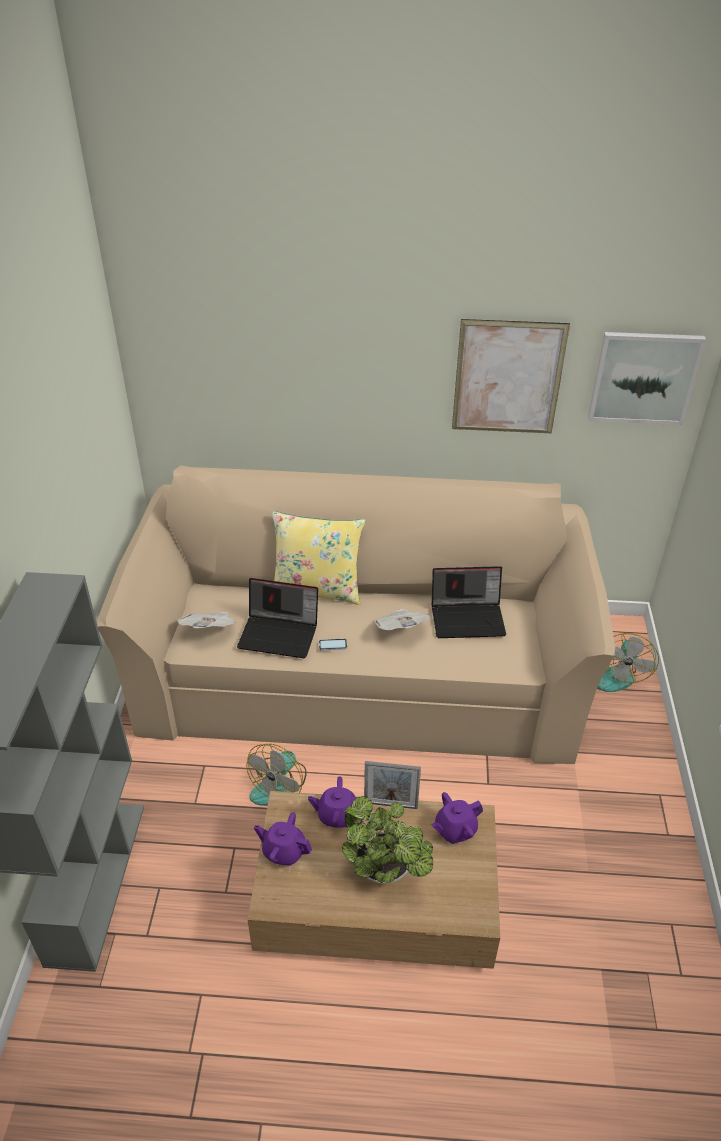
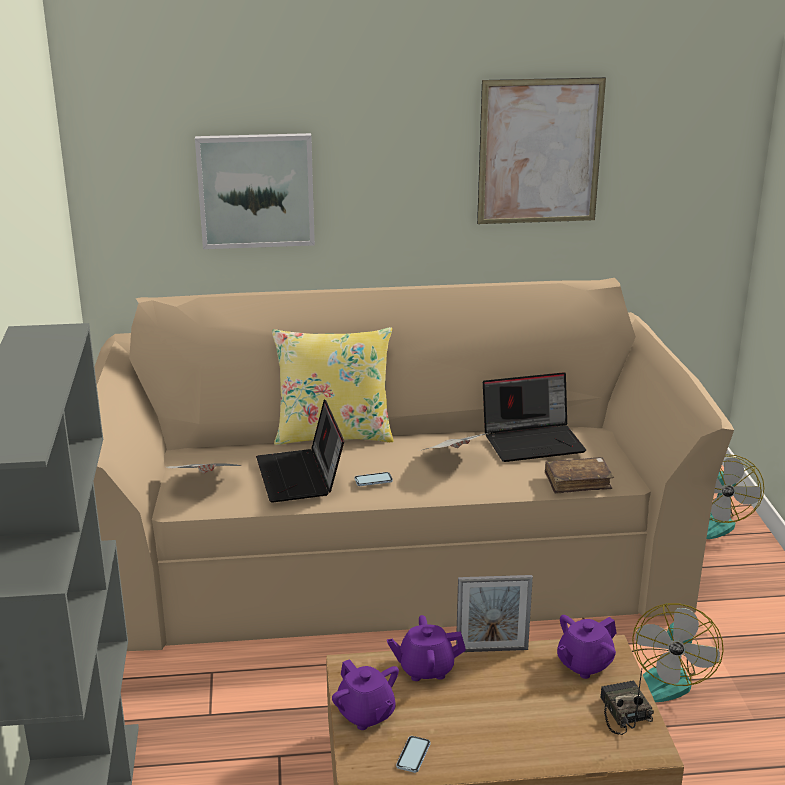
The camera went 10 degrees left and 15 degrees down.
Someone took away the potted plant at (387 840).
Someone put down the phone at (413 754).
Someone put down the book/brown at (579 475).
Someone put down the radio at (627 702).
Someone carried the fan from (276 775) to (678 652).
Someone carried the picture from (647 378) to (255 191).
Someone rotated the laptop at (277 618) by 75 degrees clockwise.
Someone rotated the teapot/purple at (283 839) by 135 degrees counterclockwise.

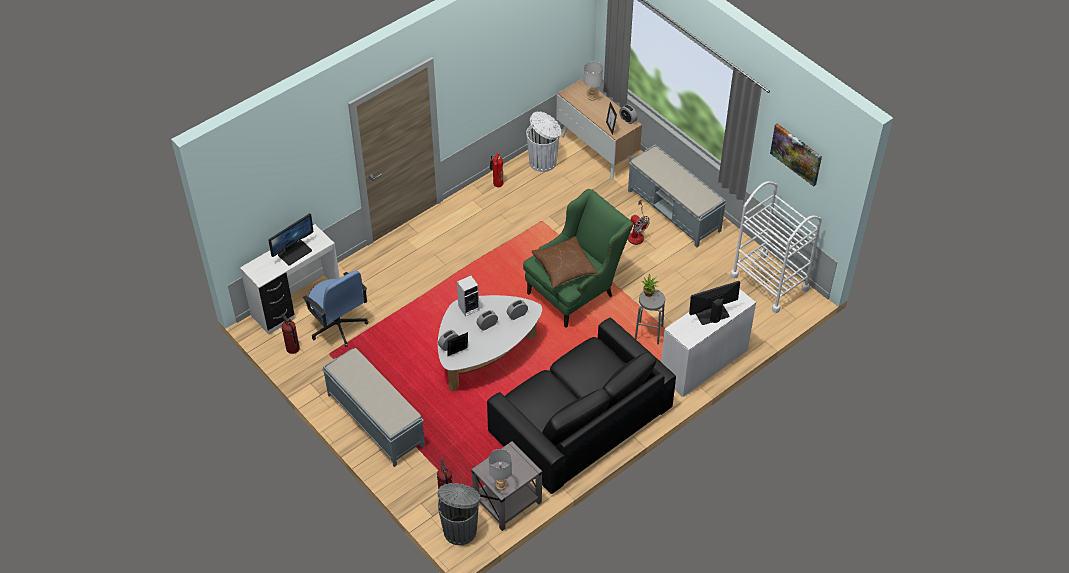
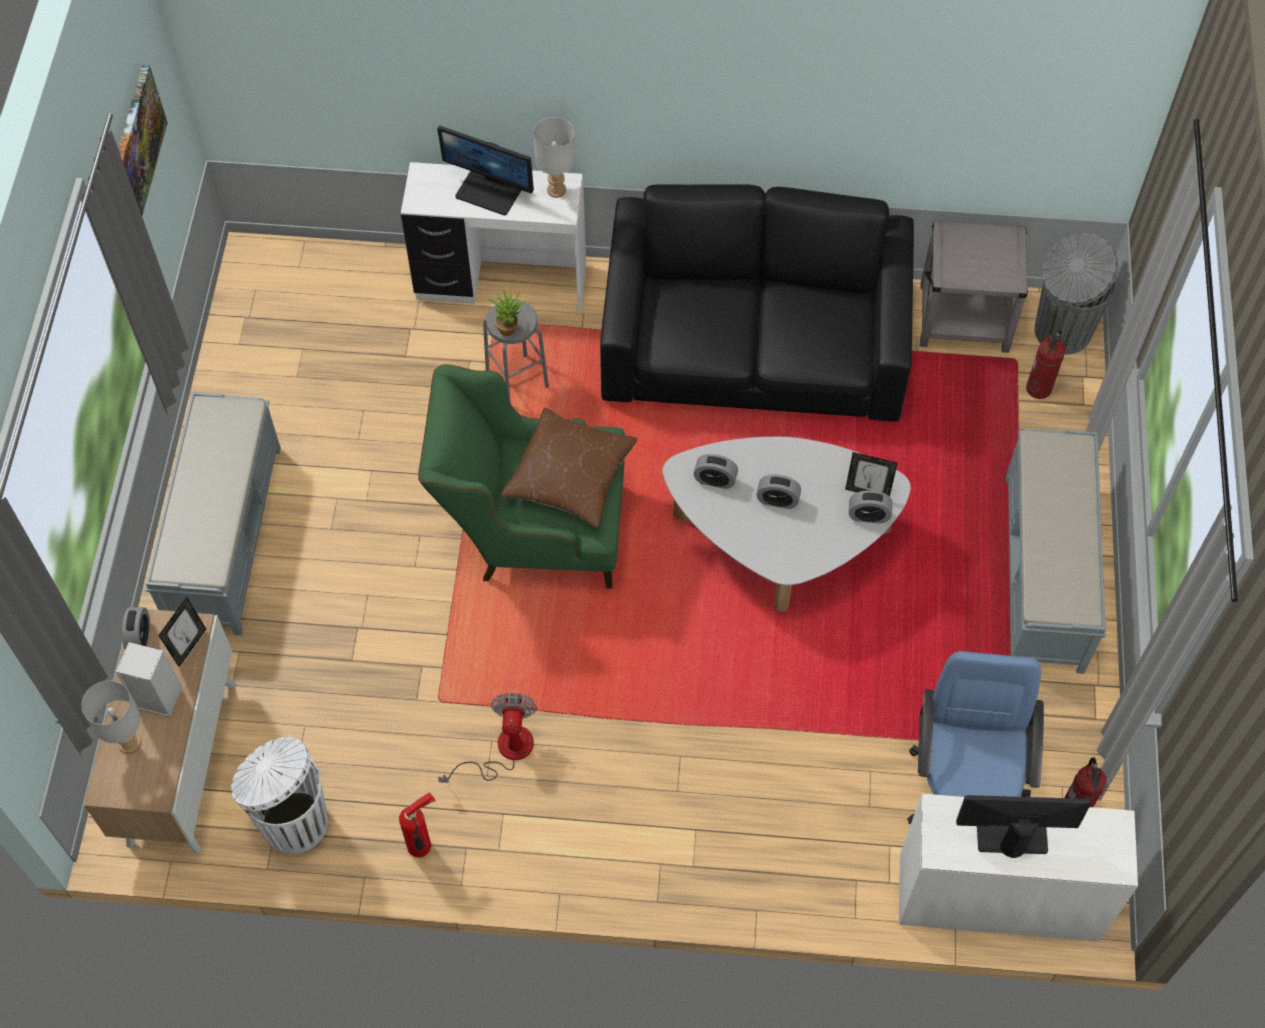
The camera went 135 degrees left and 10 degrees up.
Someone took away the cart/white at (776 247).
Someone carried the speaker from (468 296) to (149 679).
Someone carried the table lamp/grey from (500 469) to (554 157).
Someone carried the fan from (639 222) to (487 738).

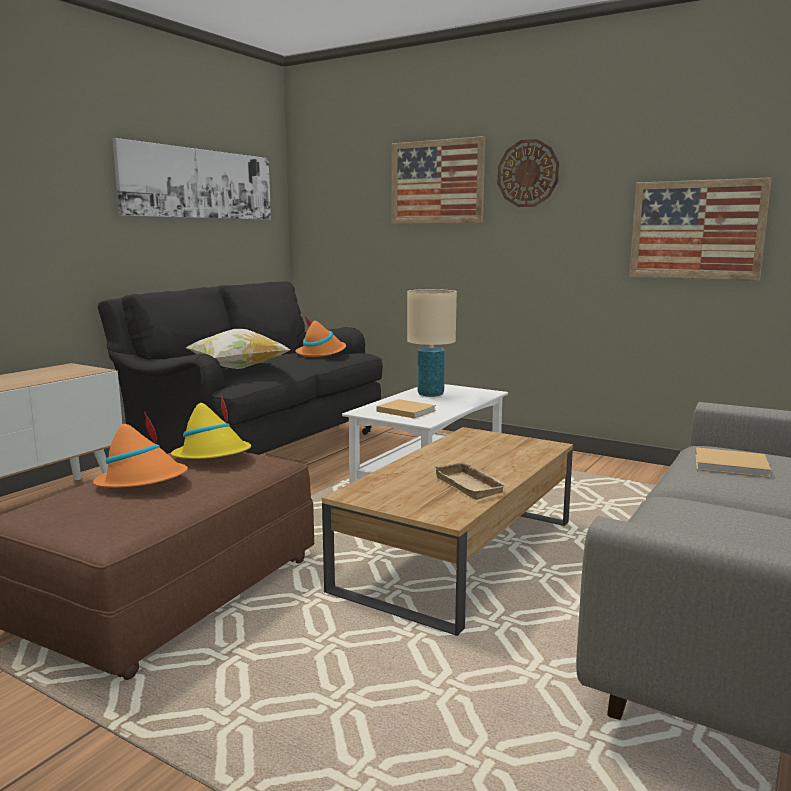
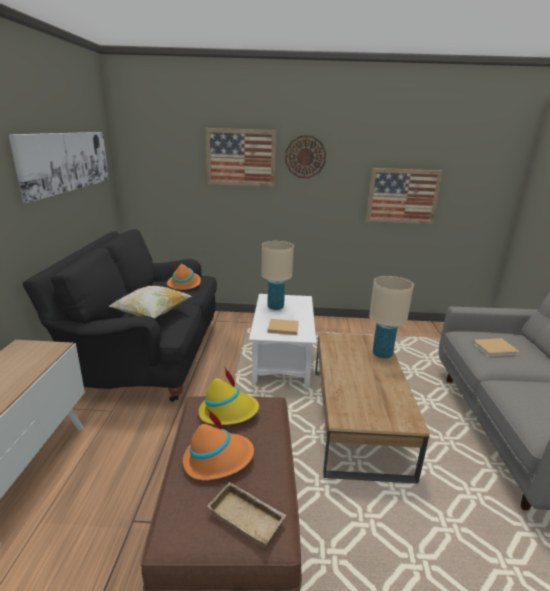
The camera went 30 degrees left and 10 degrees up.
Someone put down the table lamp/beige at (391 317).
Someone carried the tray/beige from (470 481) to (246 514).

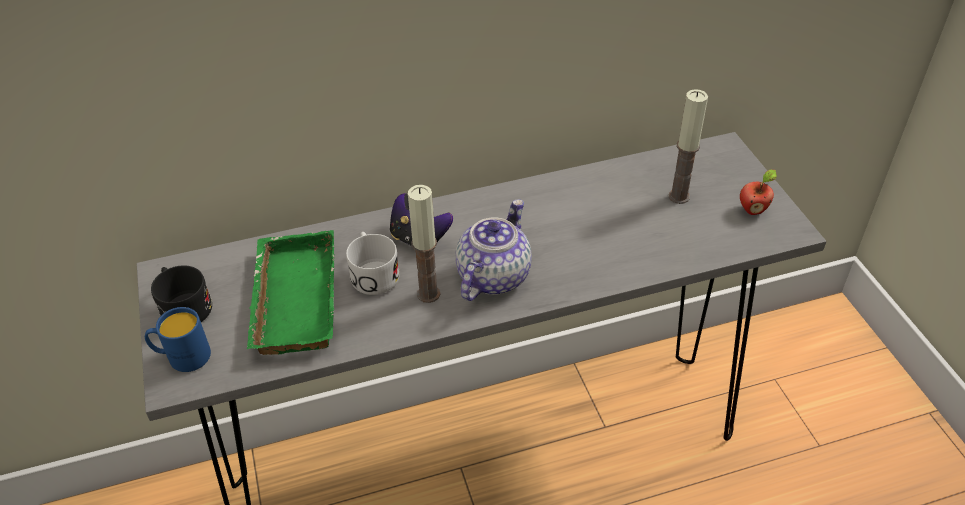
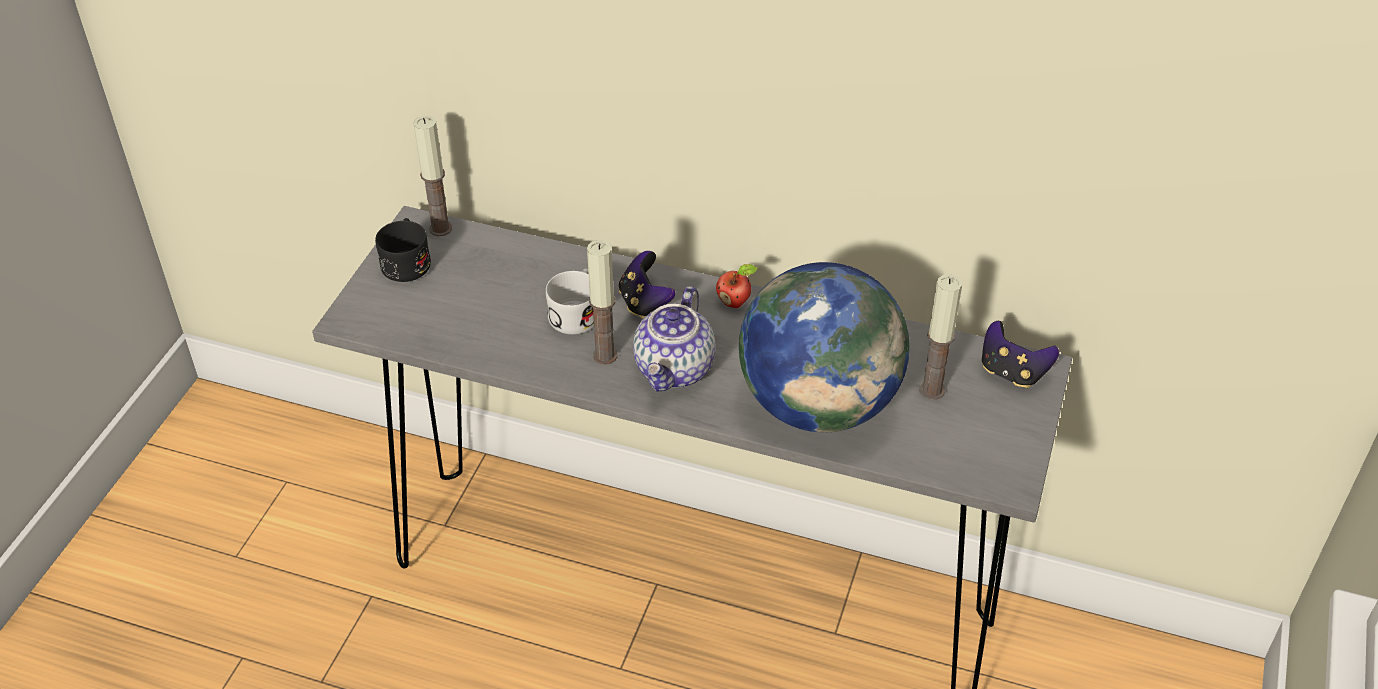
The camera went 35 degrees right and 0 degrees up.
Someone took away the mug/blue at (178 339).
Someone took away the tray/green at (290 292).
Someone put down the candle at (432 176).
Someone put down the globe at (824 347).
Someone put down the game controller at (1020 354).
Someone carried the apple from (758 192) to (737 286).
Someone rotated the teapot at (493 250) by 135 degrees clockwise.

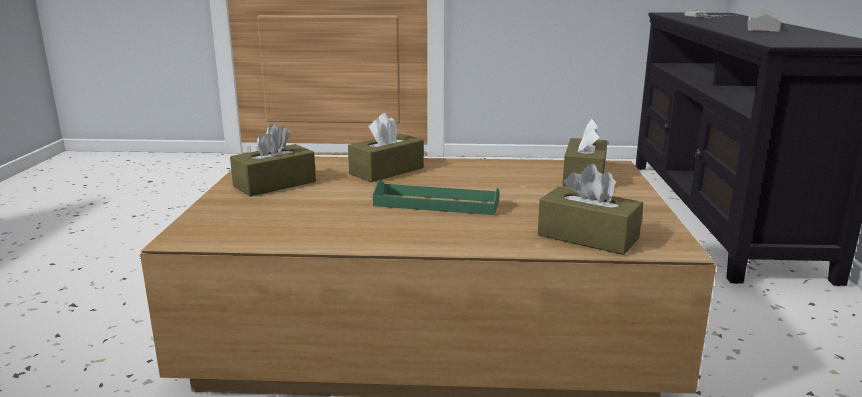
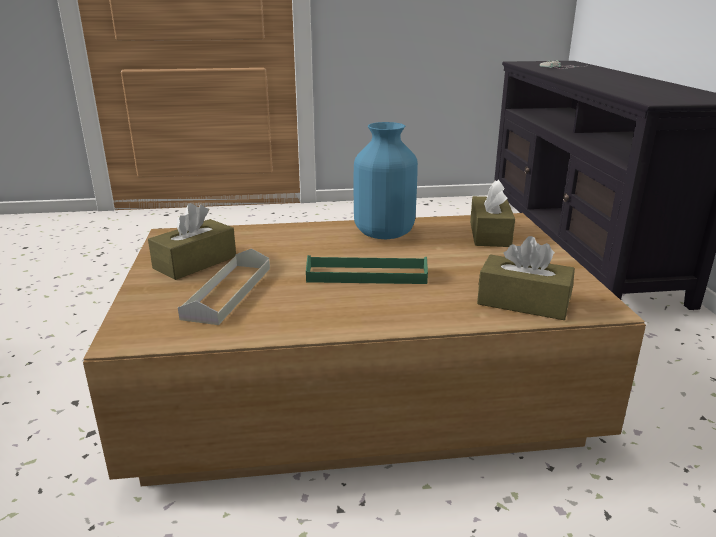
The camera went 10 degrees left and 5 degrees up.
Someone took away the tissue box/brown at (386 147).
Someone put down the vase/blue at (386 180).
Someone carried the tray/grey from (764 20) to (224 286).

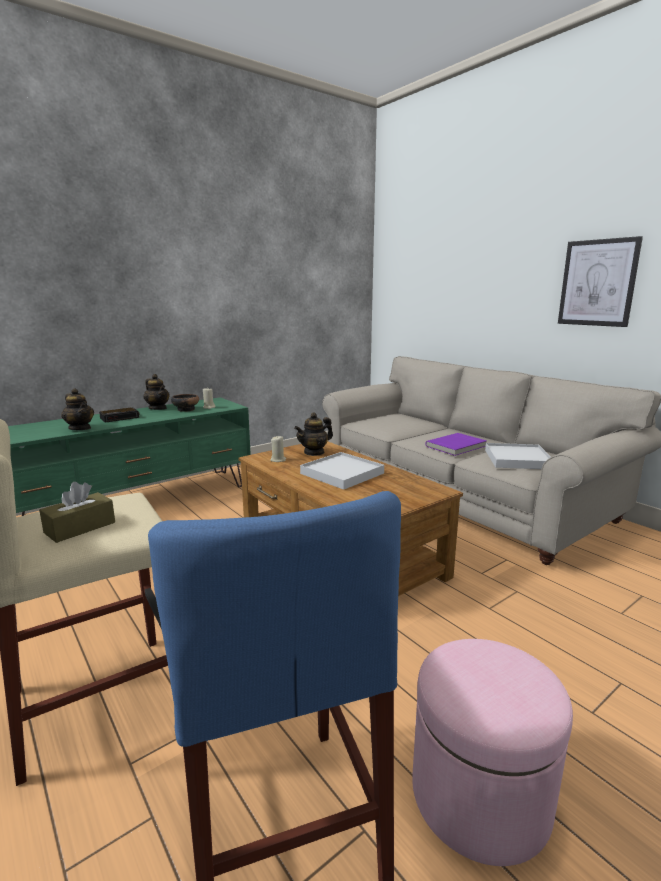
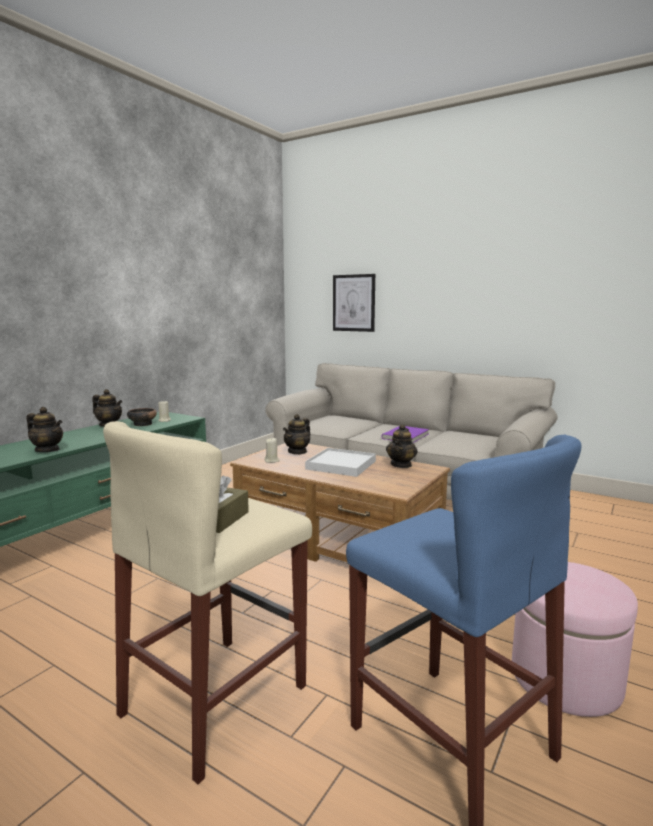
The camera went 20 degrees left and 5 degrees down.
Someone took away the alarm clock at (119 415).
Someone took away the tray/white at (518 456).
Someone put down the teapot at (401 446).
Someone carried the picture from (600 281) to (354 303).

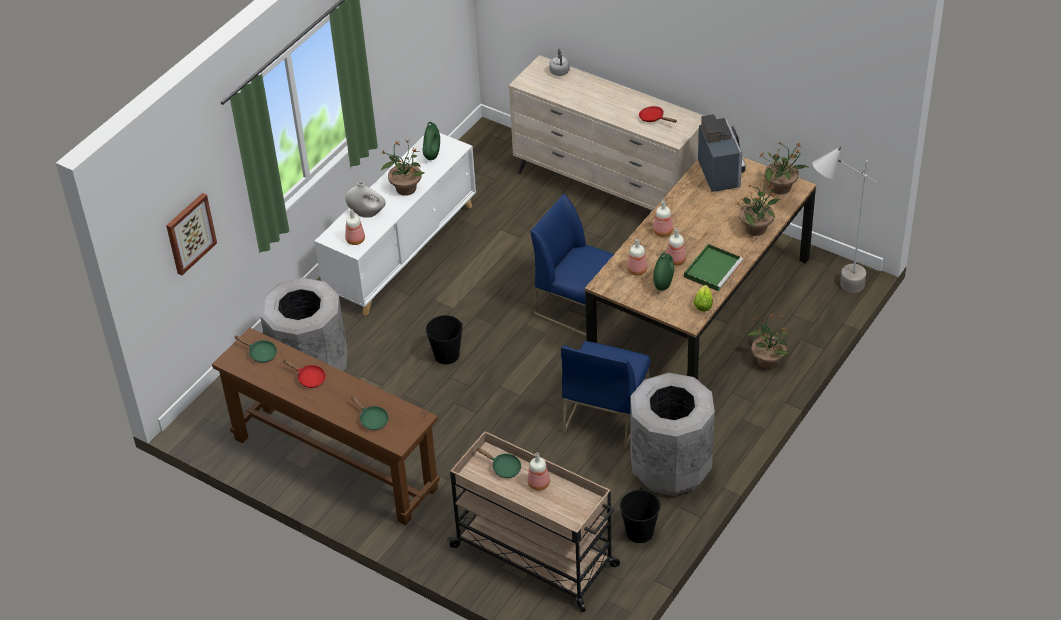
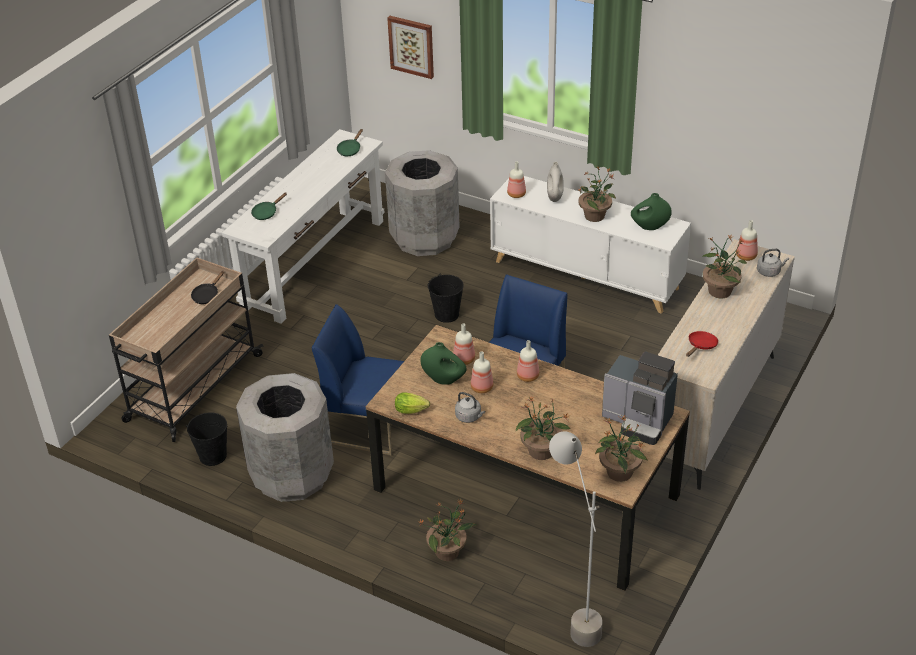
The camera went 85 degrees right and 5 degrees down.
Someone took away the frying pan/red at (304 374).
Someone put down the potted plant at (724 266).
Someone carried the bottle from (538 471) to (747 240).
Someone swapped the tray/green at (713 268) for the kettle/grey at (470 407).
Someone repainted the console table/brown at (326 427), which became the console table/white at (303 226).
Someone repainted the frying pan/green at (498 462), which became the frying pan/black at (207 287).
Someone rotated the coffee machine at (722 153) by 45 degrees clockwise.

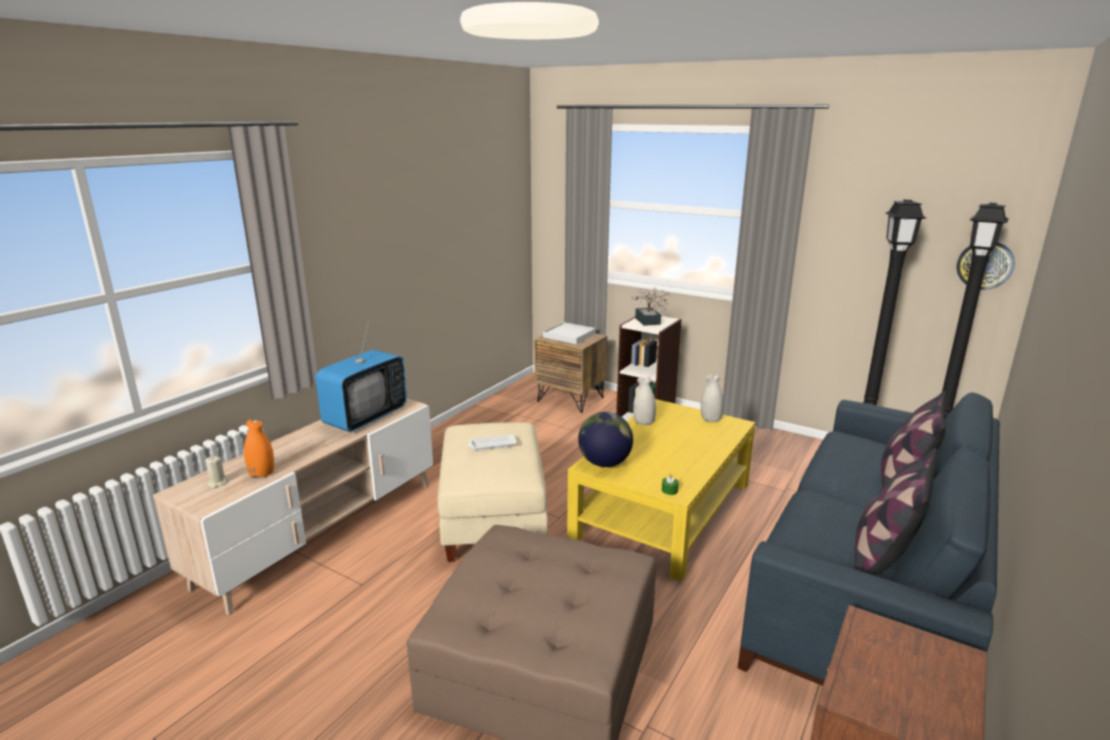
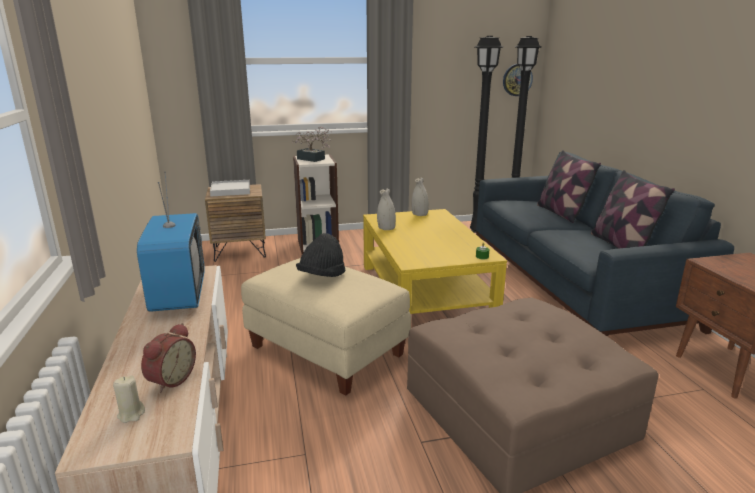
The camera went 45 degrees left and 0 degrees up.
Someone took away the globe at (605 439).
Someone swapped the vase/orange at (259 449) for the alarm clock at (168 358).
Someone swapped the tray/white at (492 442) for the hat/black at (320 255).

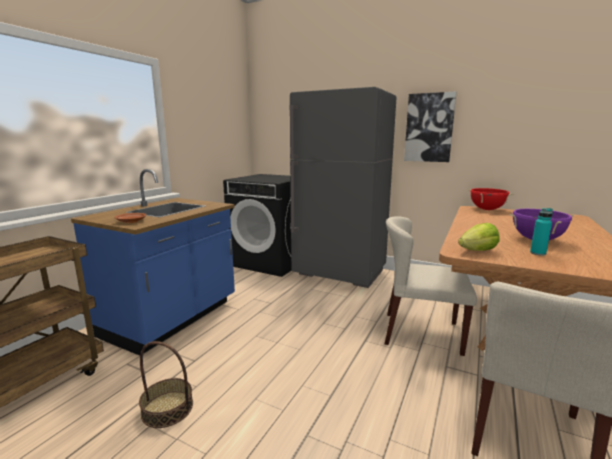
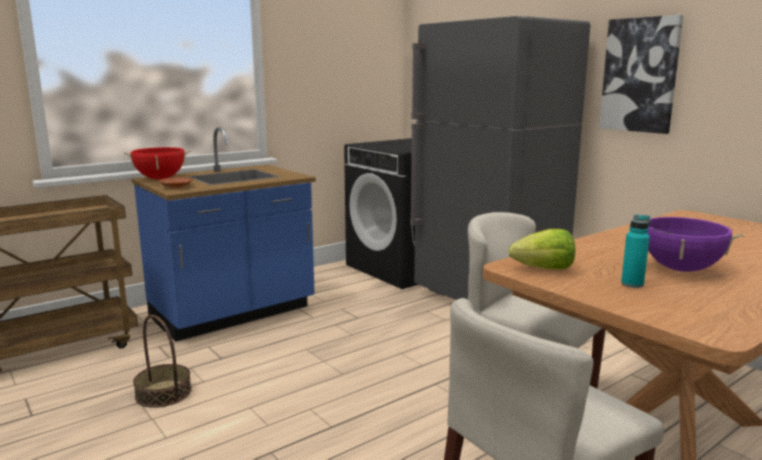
The camera went 25 degrees right and 0 degrees up.
Someone carried the cooking pot/red from (490 199) to (157 163).

